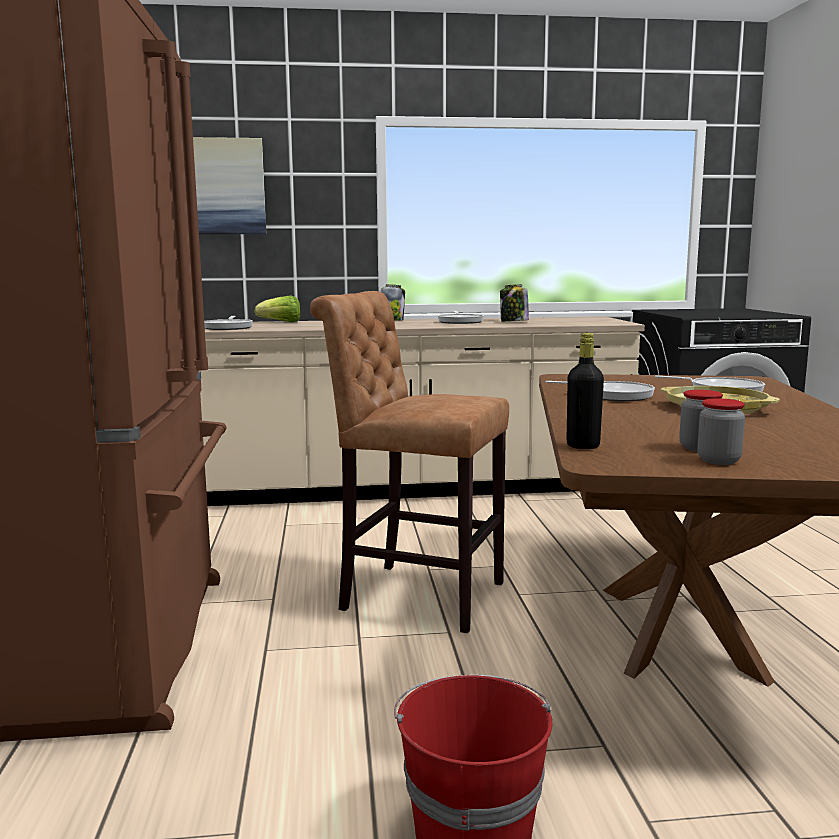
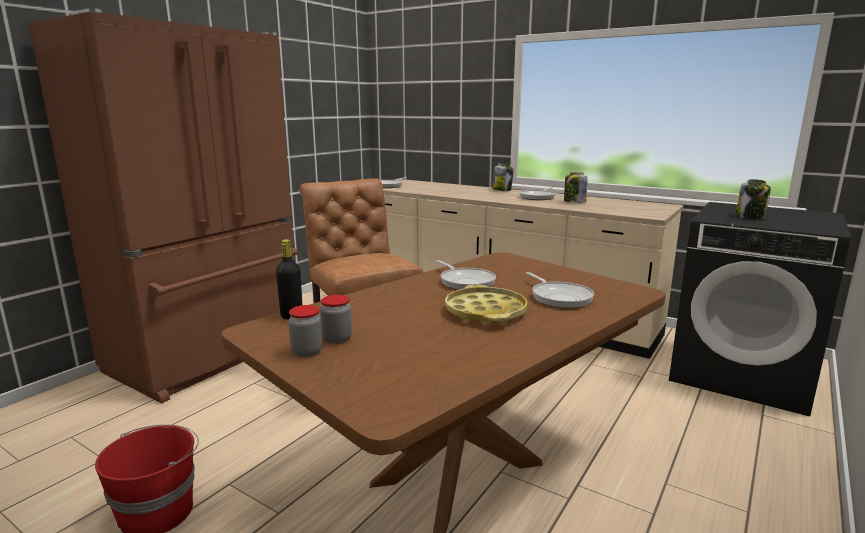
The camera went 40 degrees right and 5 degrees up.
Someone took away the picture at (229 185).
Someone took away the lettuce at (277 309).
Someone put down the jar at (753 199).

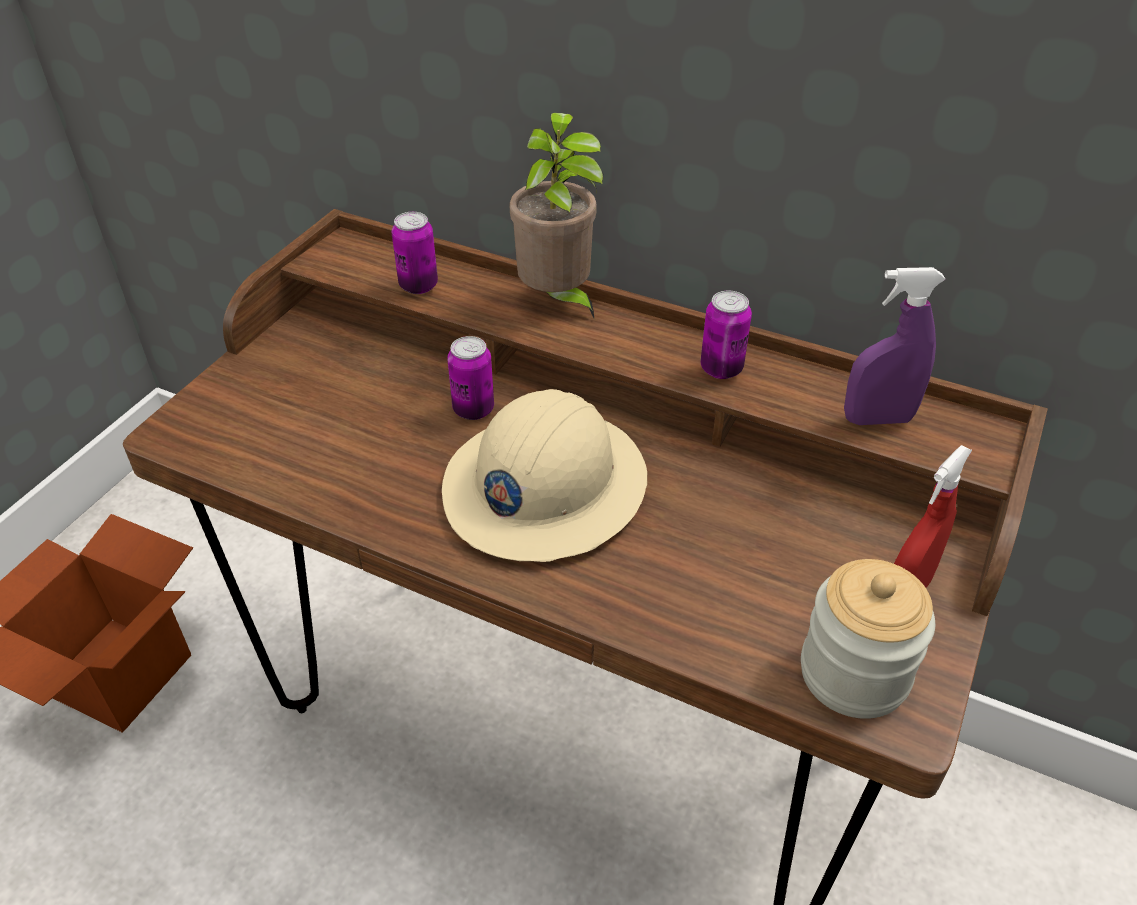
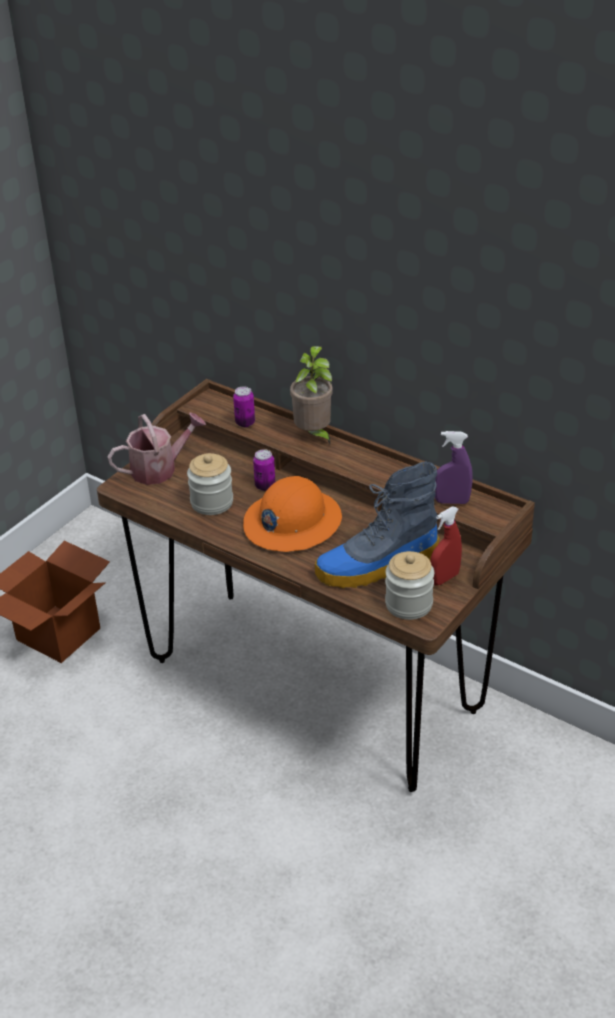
The camera went 10 degrees right and 5 degrees down.
Someone took away the can at (726 335).
Someone put down the watering can at (156 448).
Someone put down the jar at (210 484).
Someone put down the boot at (377 525).
Someone repainted the hard hat/beige at (544 475), which became the hard hat/orange at (292 514).

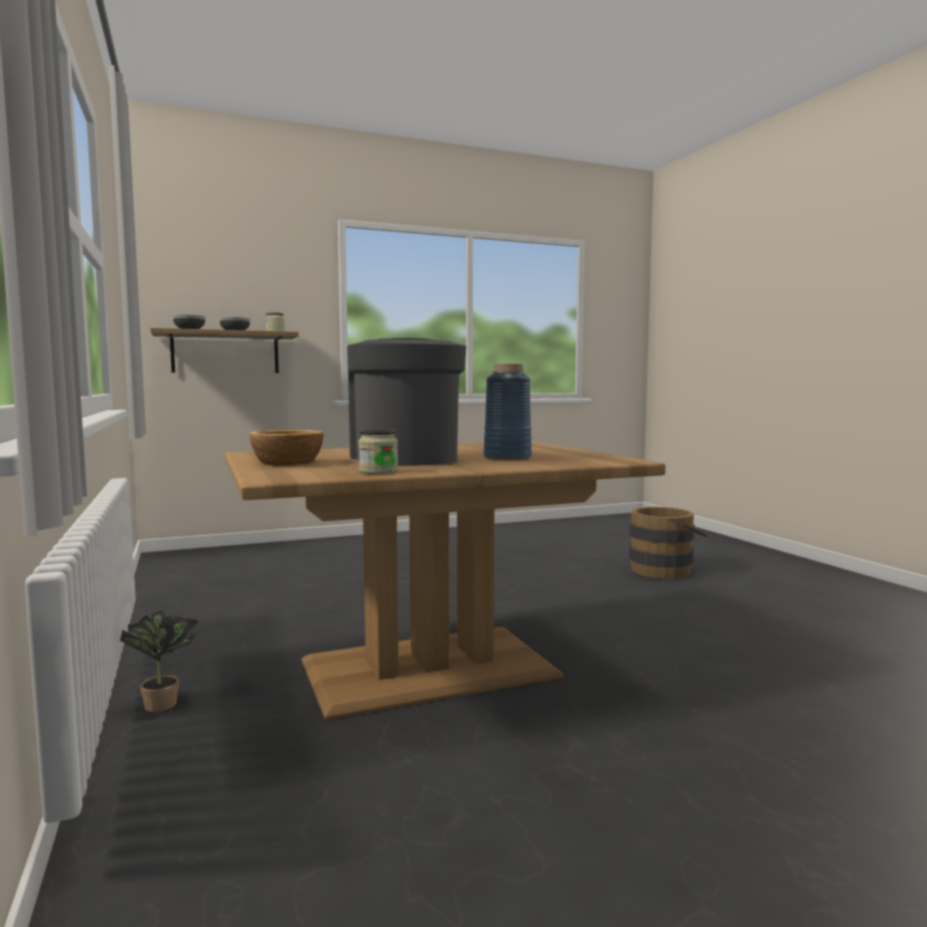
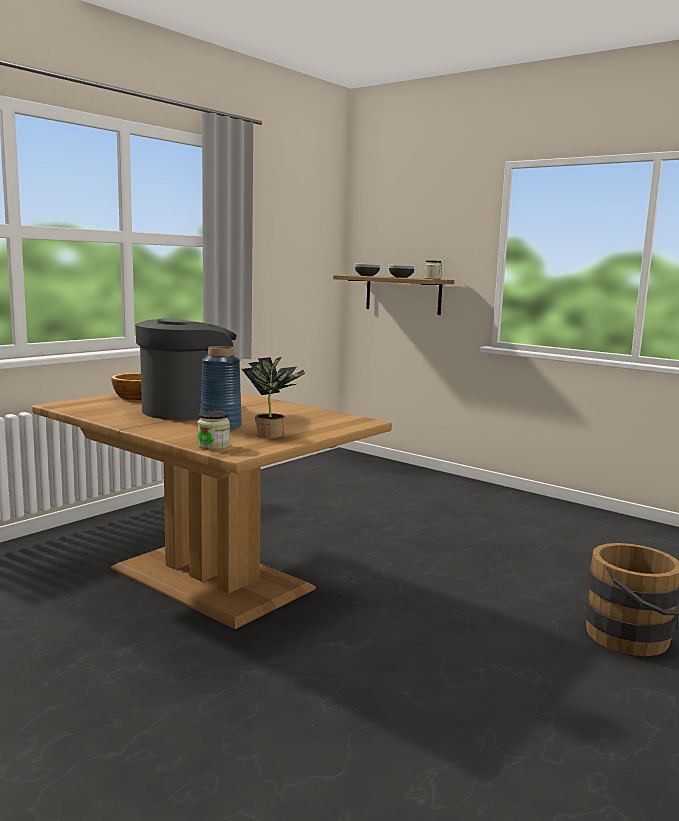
The camera went 60 degrees right and 5 degrees up.
Someone carried the potted plant from (160 661) to (273 397).
Someone carried the jar from (378 451) to (214 430).

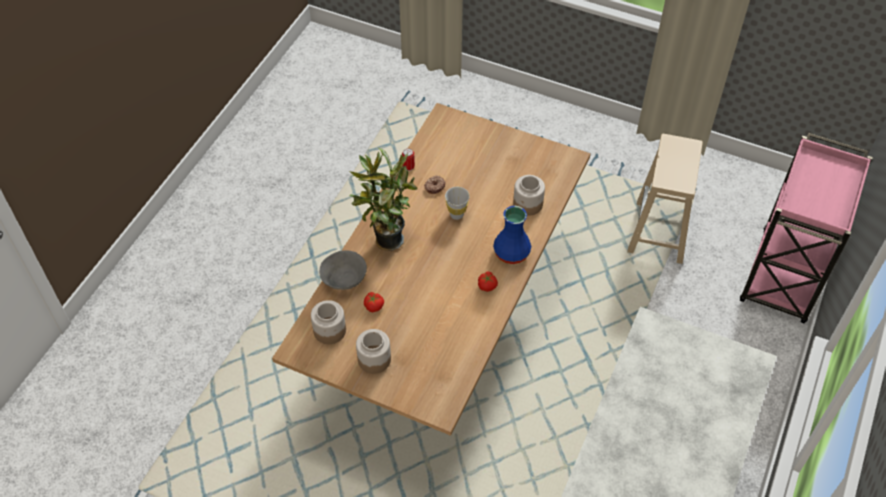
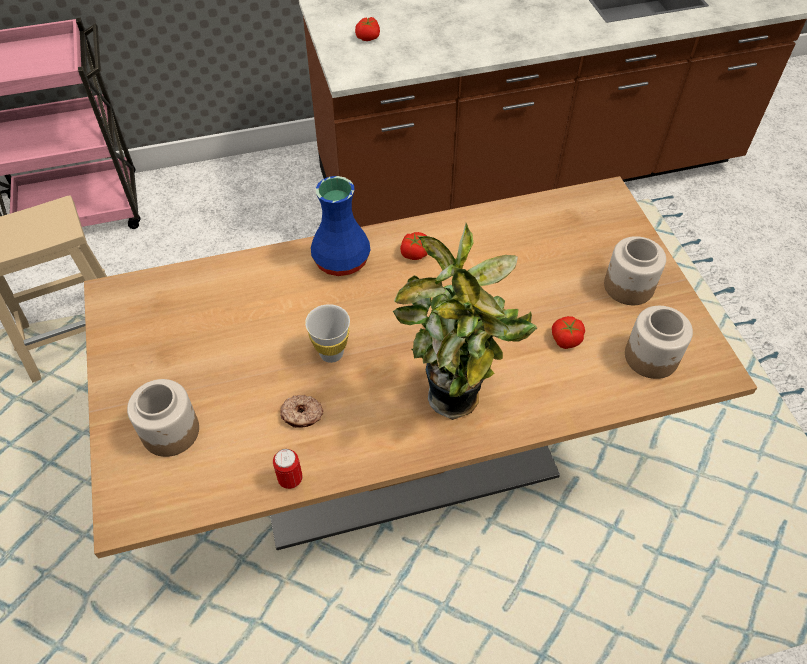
The camera went 130 degrees left and 0 degrees up.
Someone took away the bowl/grey at (343 270).
Someone put down the tomato at (367 29).
Someone carried the jar from (529 195) to (163 418).

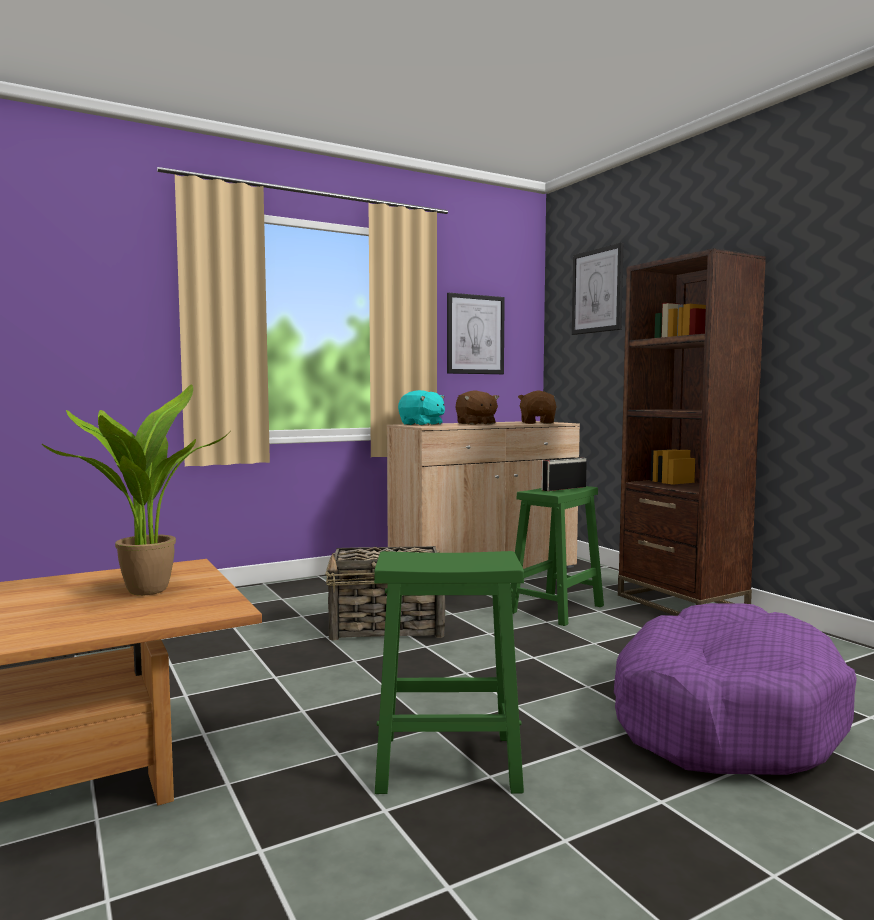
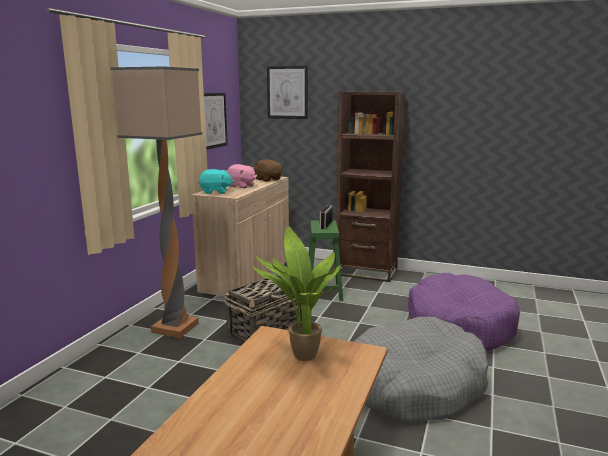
The camera went 40 degrees left and 10 degrees up.
Someone put down the floor lamp at (156 202).
Someone swapped the stool/green at (449 672) for the dog bed/grey at (421 369).
Someone repainted the plush toy/brown at (477 407), which became the plush toy/pink at (241 176).

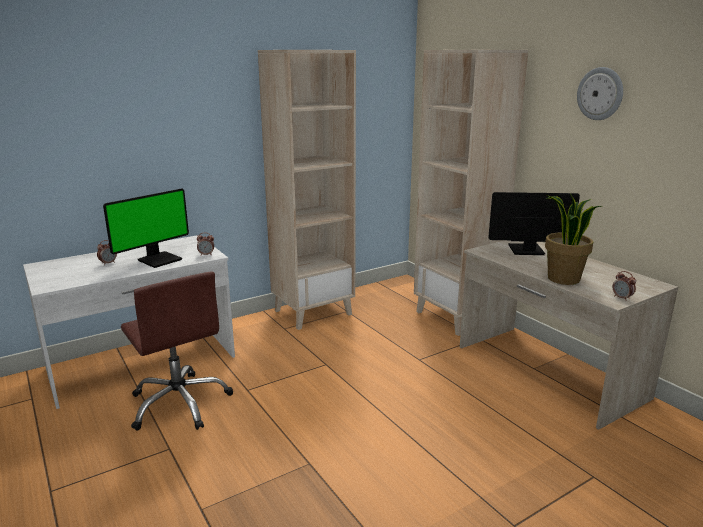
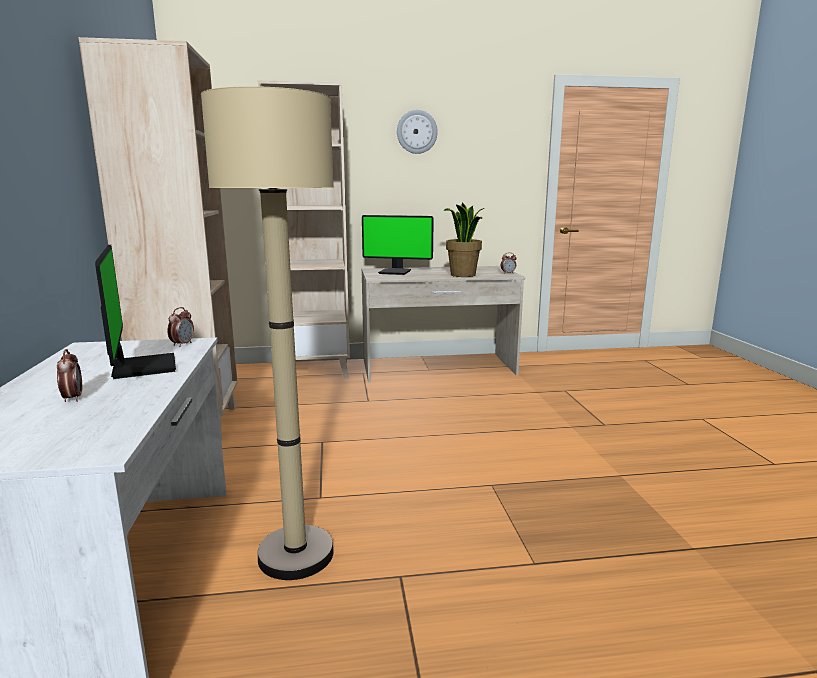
The camera went 65 degrees left and 5 degrees down.
Someone swapped the office chair/brown at (177 351) for the floor lamp/beige at (267 333).
Someone rotated the monitor at (534 223) by 105 degrees counterclockwise.

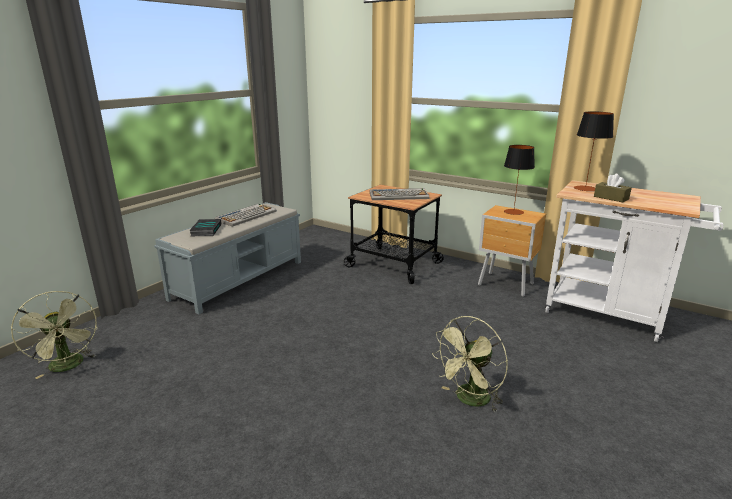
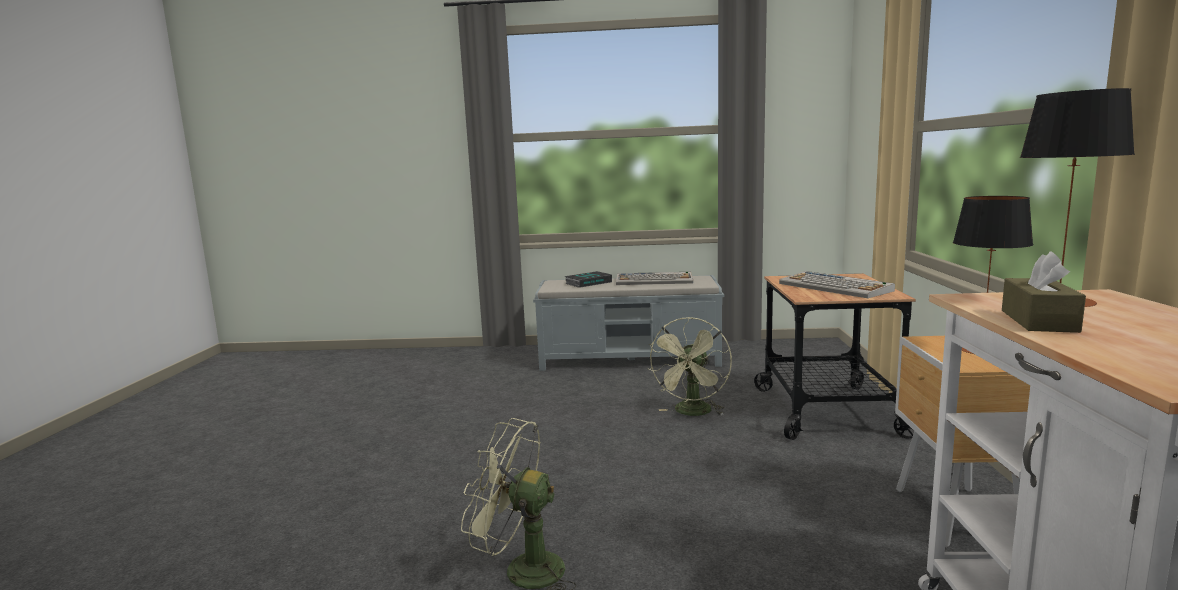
The camera went 60 degrees right and 10 degrees down.
Someone carried the fan/green from (54 335) to (690 366).

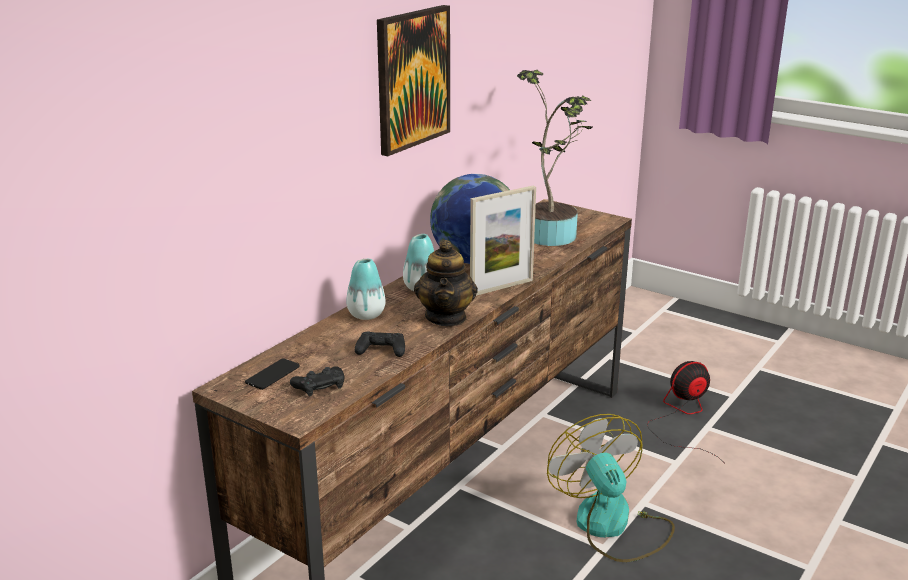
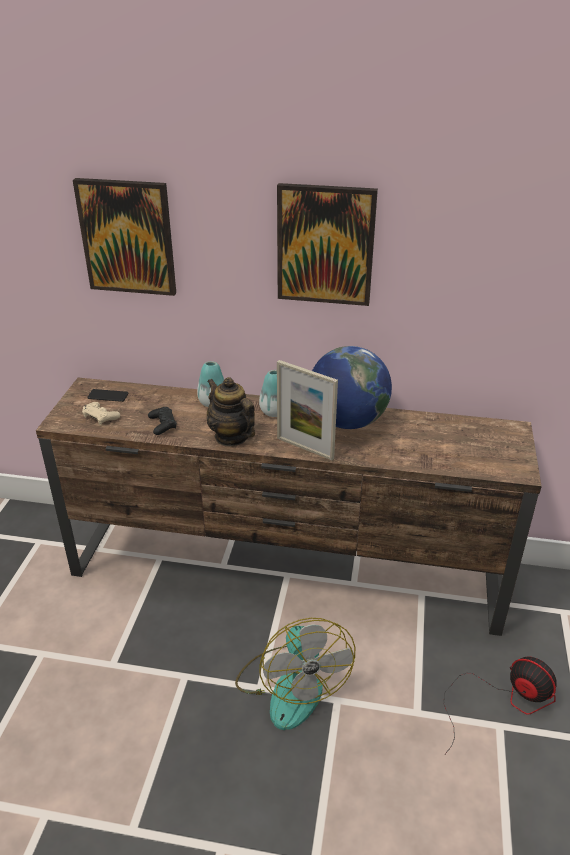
The camera went 65 degrees right and 10 degrees up.
Someone took away the potted plant at (555 158).
Someone put up the picture at (124 237).
Someone repainted the game controller/black at (317 381), which became the game controller/beige at (101 413).
Someone rotated the teapot at (446 283) by 75 degrees clockwise.
Someone rotated the fan at (611 488) by 120 degrees clockwise.

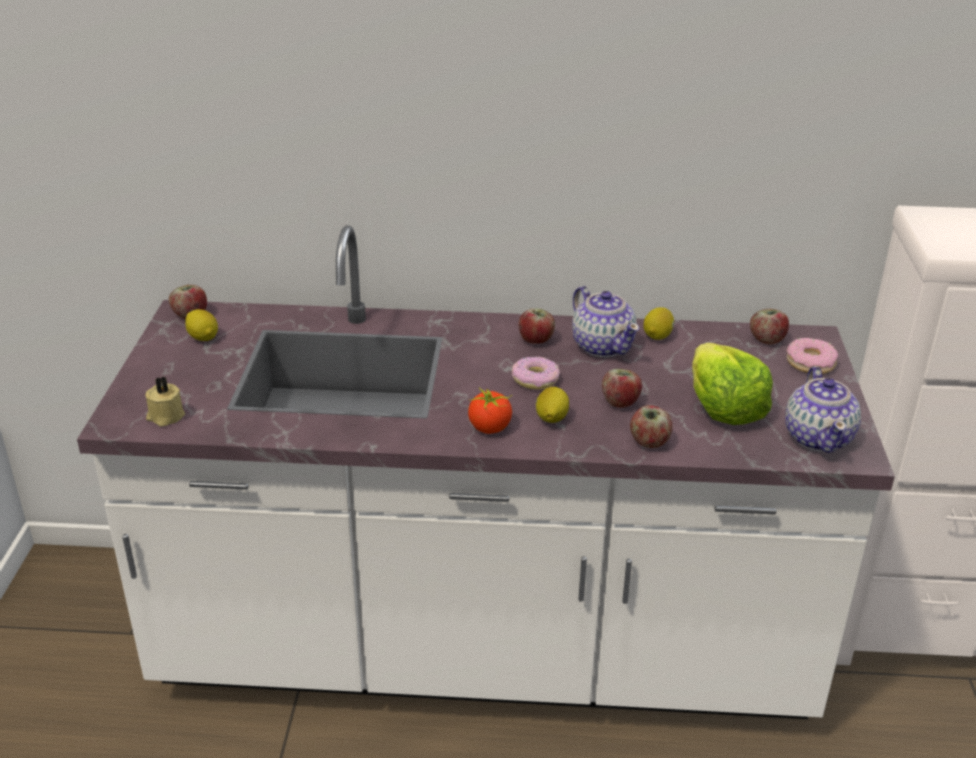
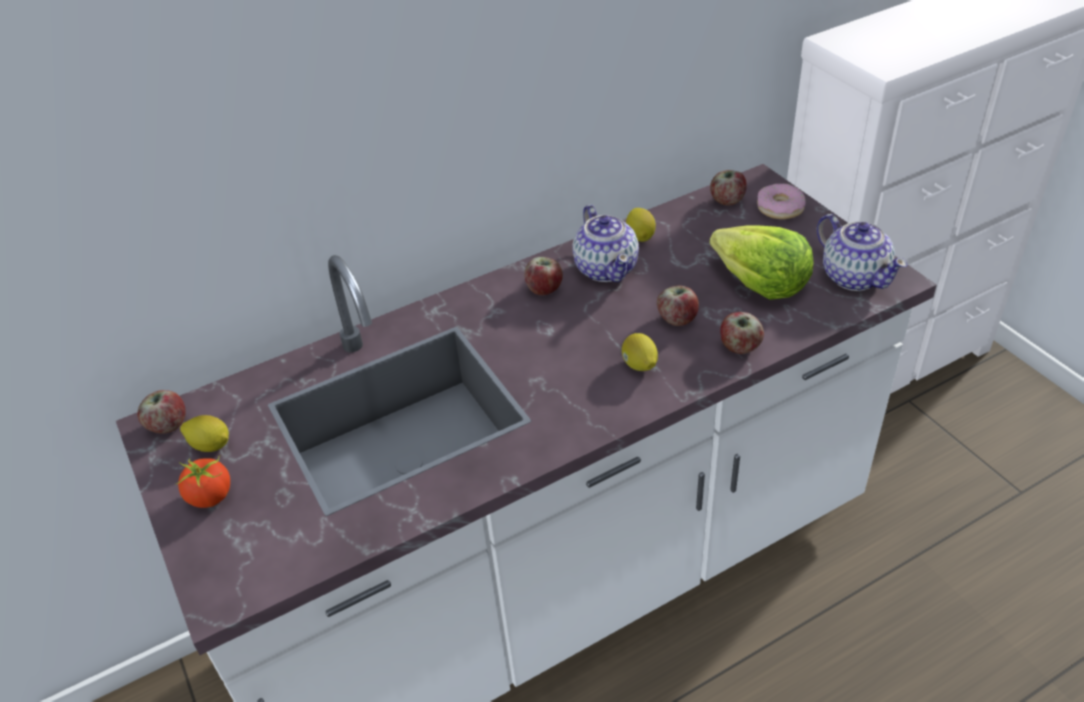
The camera went 30 degrees left and 10 degrees up.
Someone took away the candle/beige at (165 402).
Someone took away the donut at (536 373).
Someone carried the tomato from (490 410) to (203 481).
Someone rotated the teapot at (605 321) by 45 degrees clockwise.

